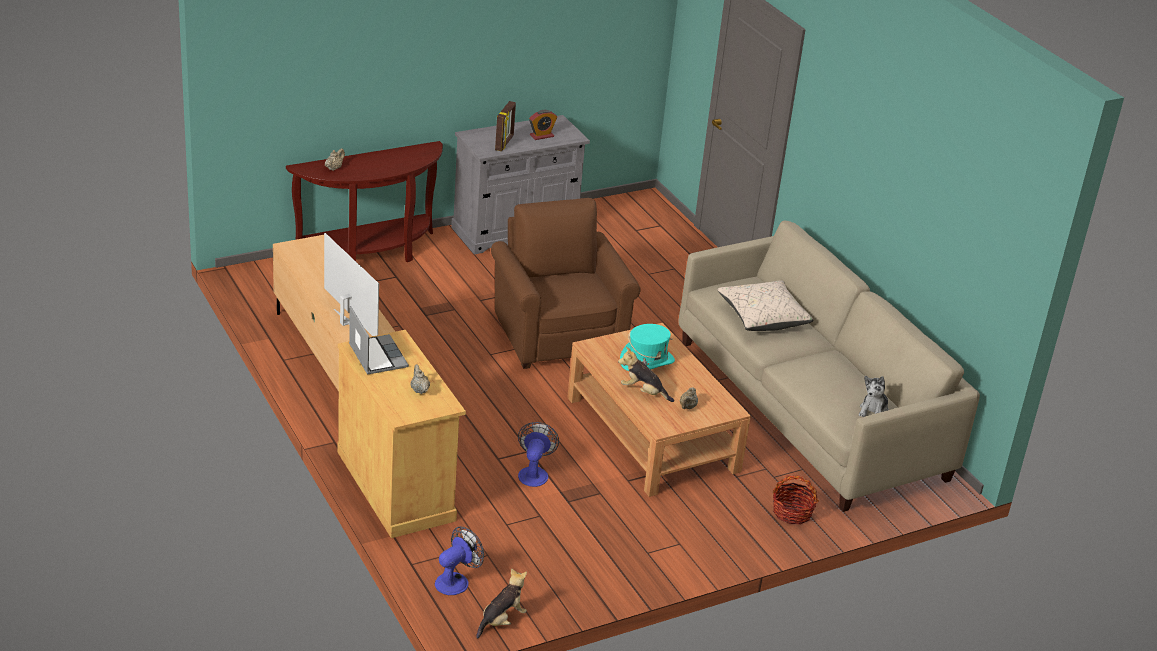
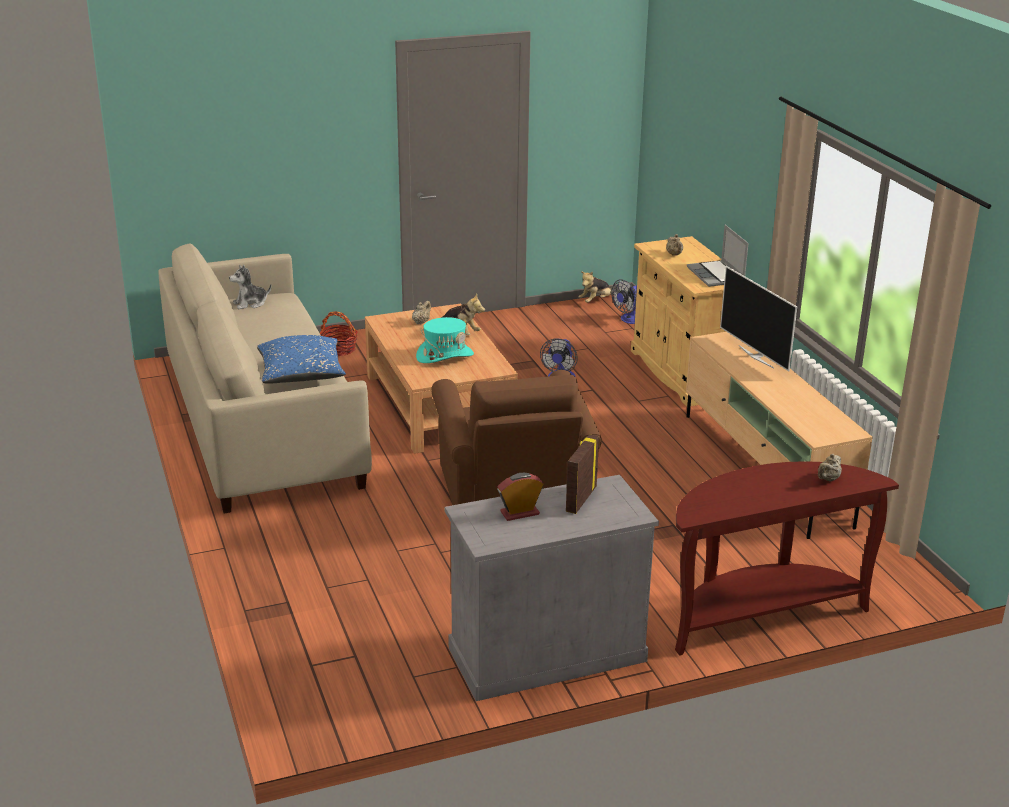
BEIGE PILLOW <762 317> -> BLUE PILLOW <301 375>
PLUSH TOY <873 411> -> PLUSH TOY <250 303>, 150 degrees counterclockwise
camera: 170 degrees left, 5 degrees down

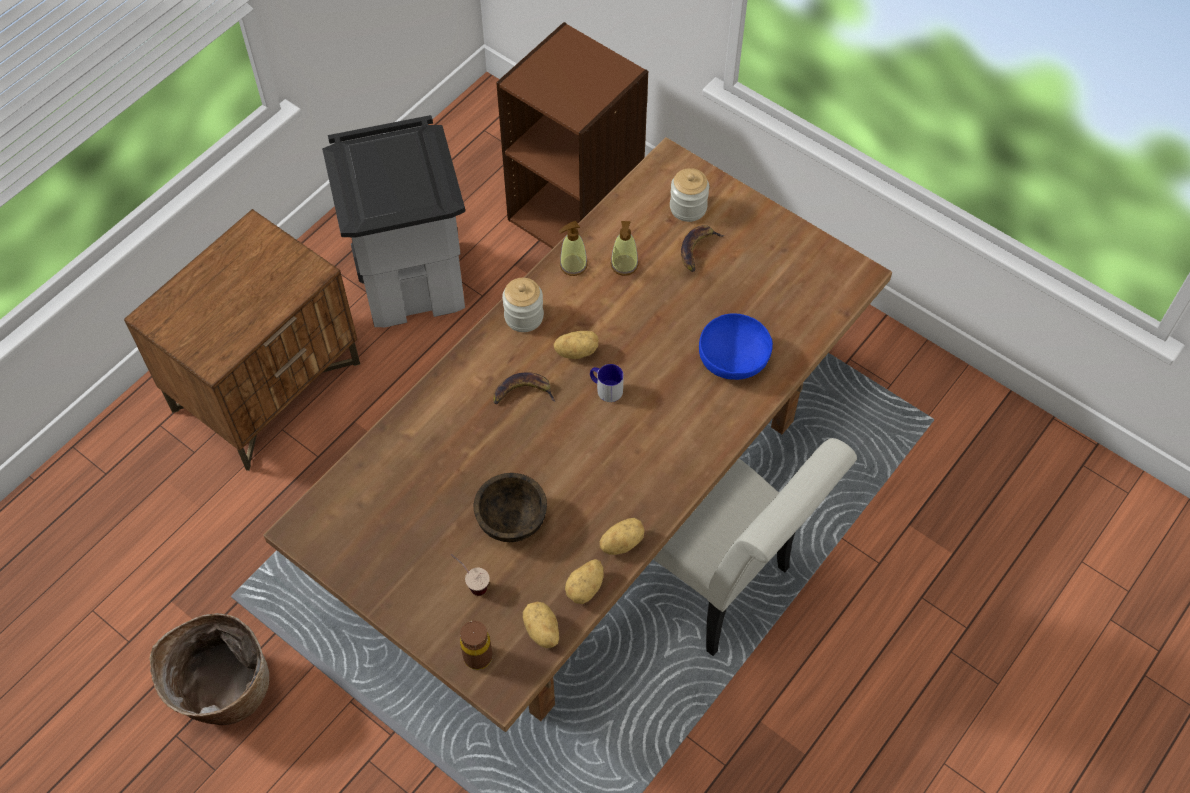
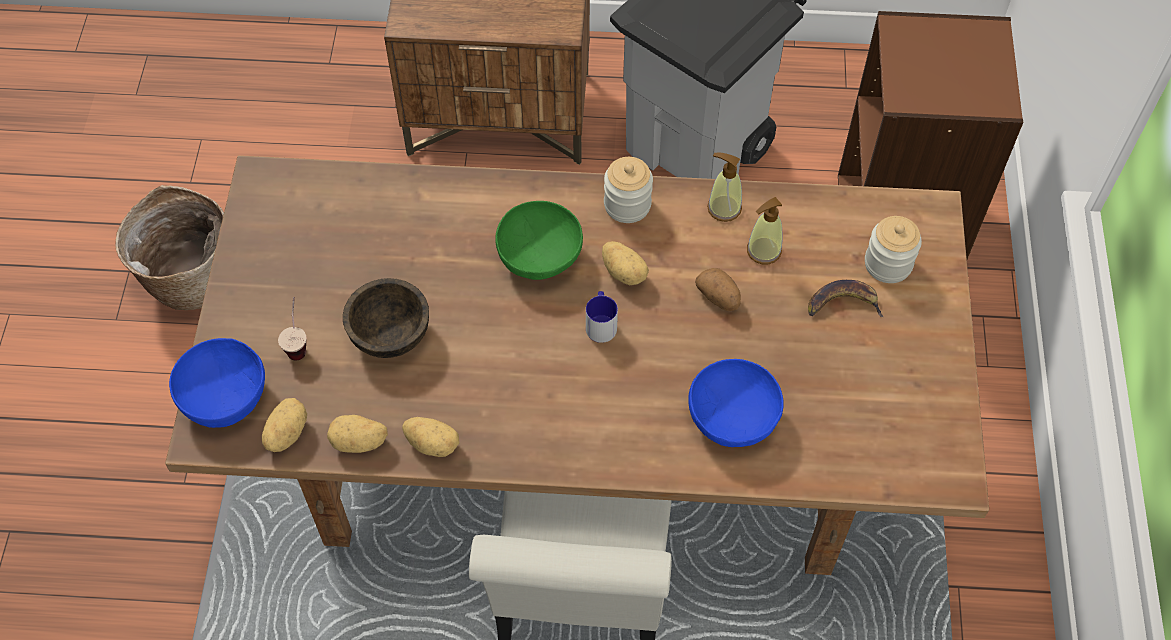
BROWN BOTTLE <478 656> -> BLUE BOWL <224 396>
BANANA <523 392> -> GREEN BOWL <540 257>
none -> POTATO <719 297>
camera: 55 degrees right, 0 degrees up

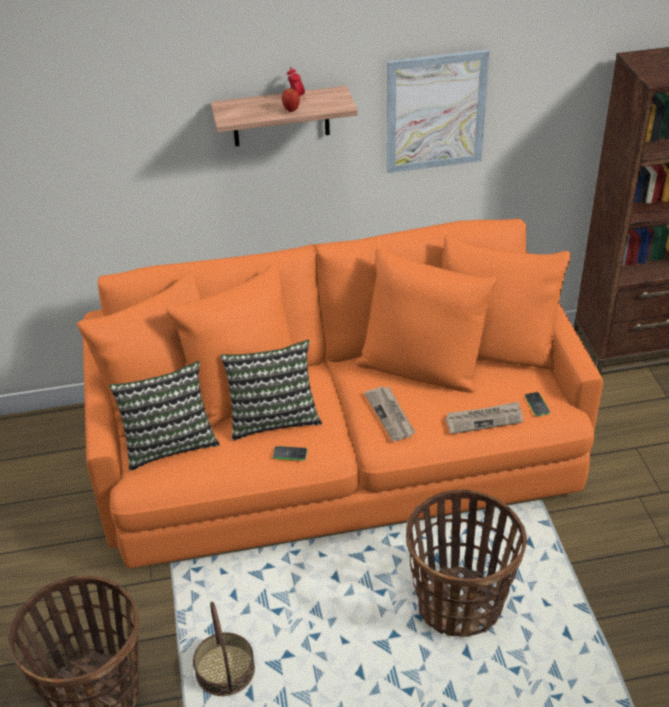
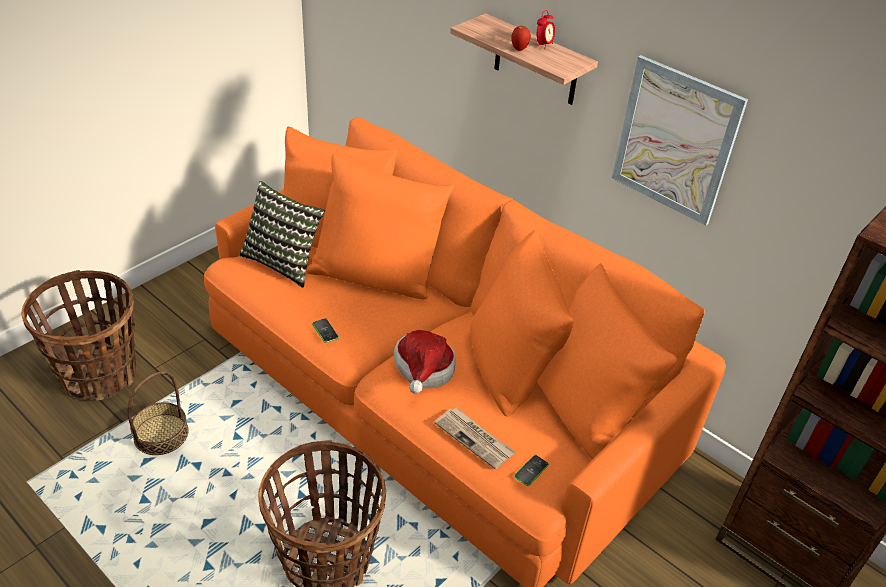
PILLOW <273 417> -> none
NEWSPAPER <390 415> -> HAT <423 371>
camera: 50 degrees right, 0 degrees up

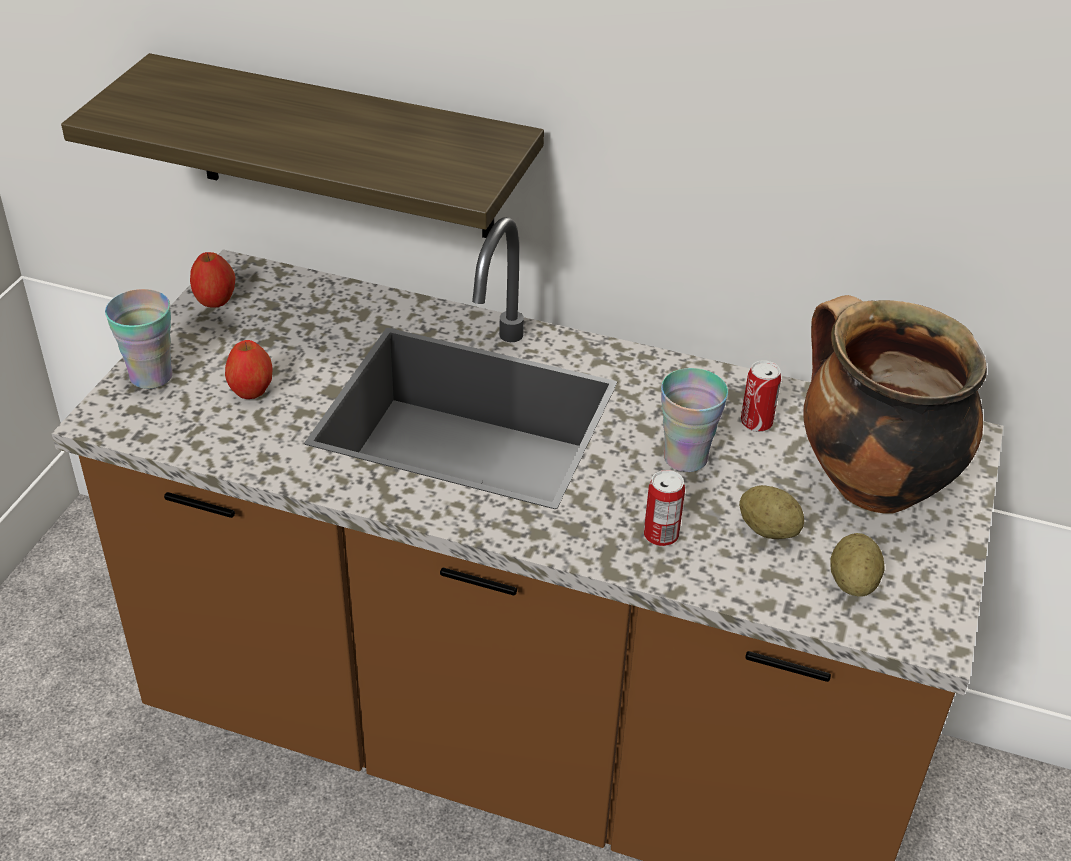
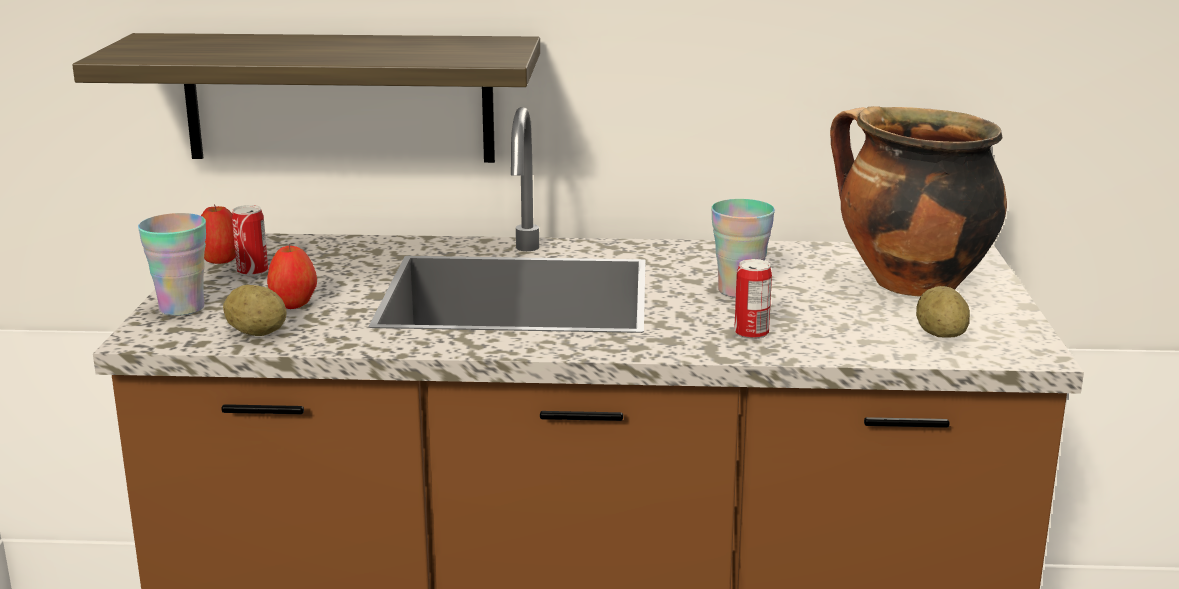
POTATO <768 530> -> POTATO <257 333>, move
CAN <756 422> -> CAN <252 271>, move
camera: 15 degrees left, 20 degrees down

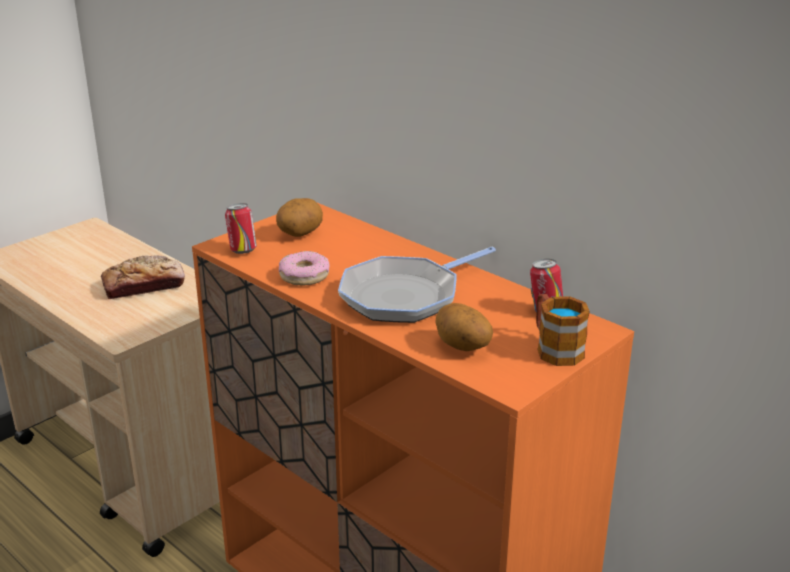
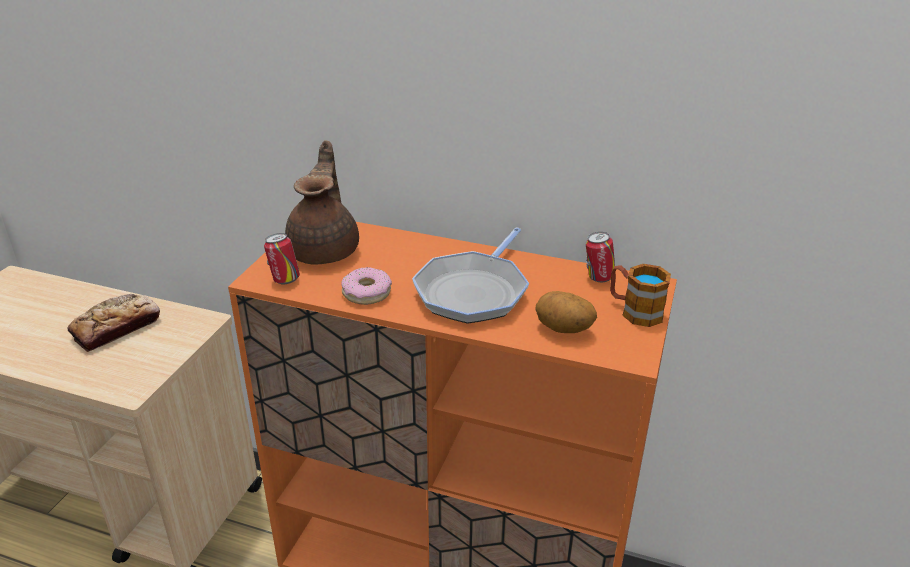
POTATO <300 234> -> BROWN TEAPOT <326 250>
camera: 25 degrees left, 5 degrees up

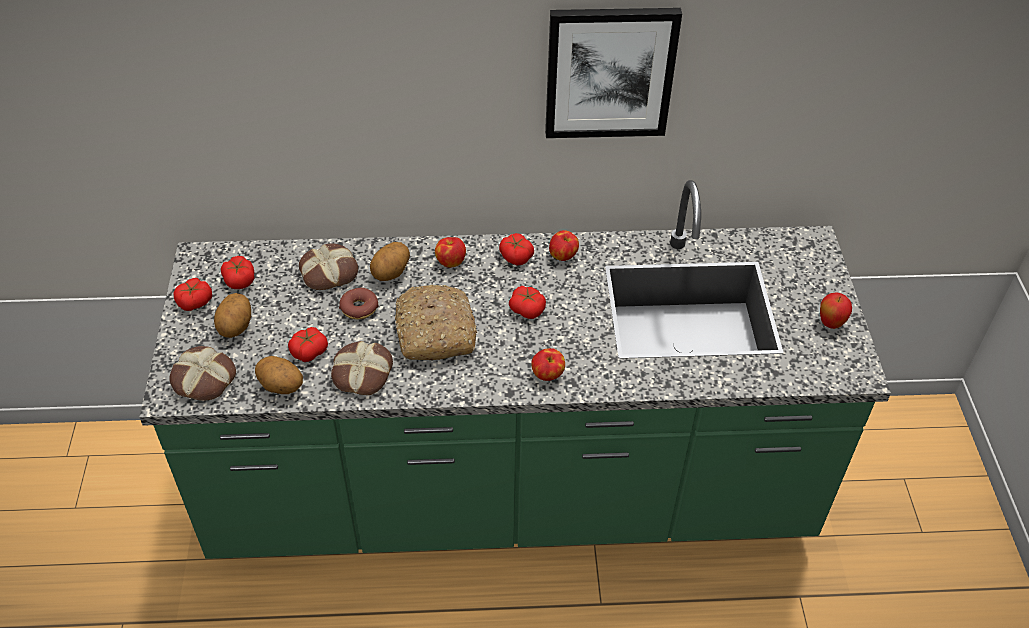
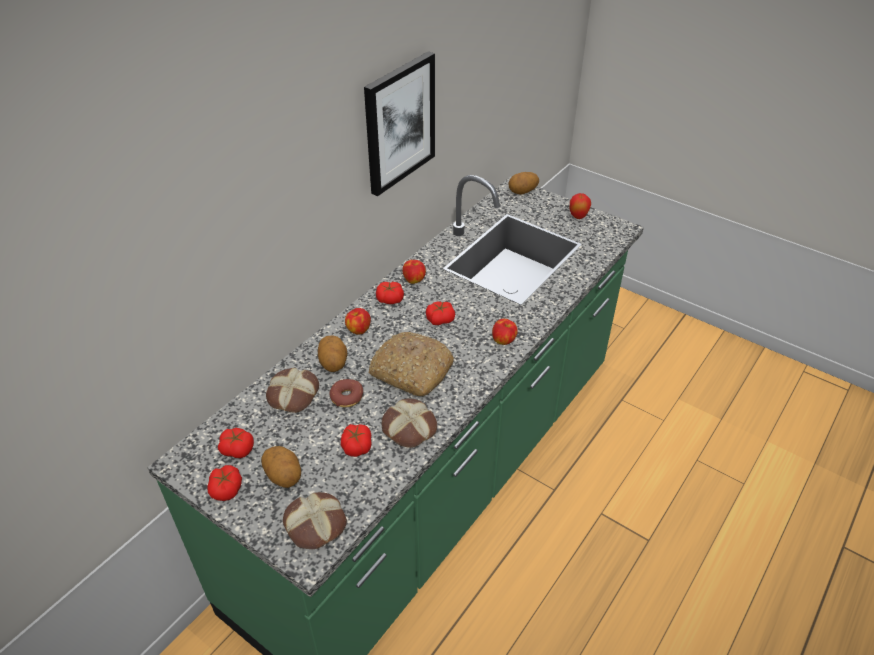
POTATO <281 387> -> POTATO <523 192>, move
camera: 50 degrees left, 5 degrees down

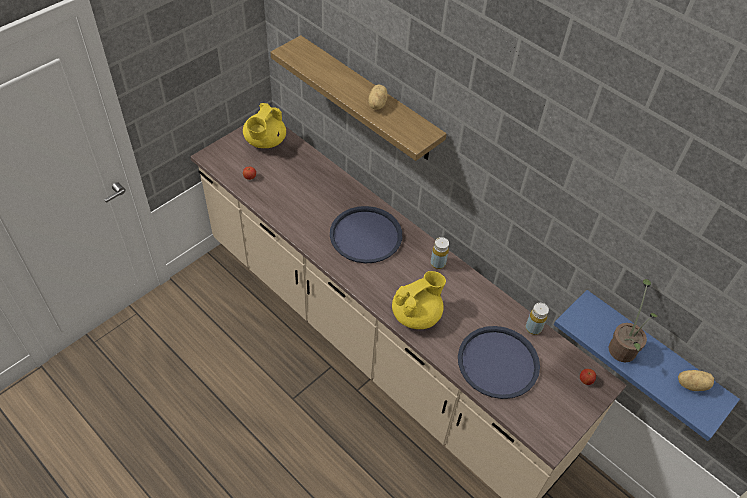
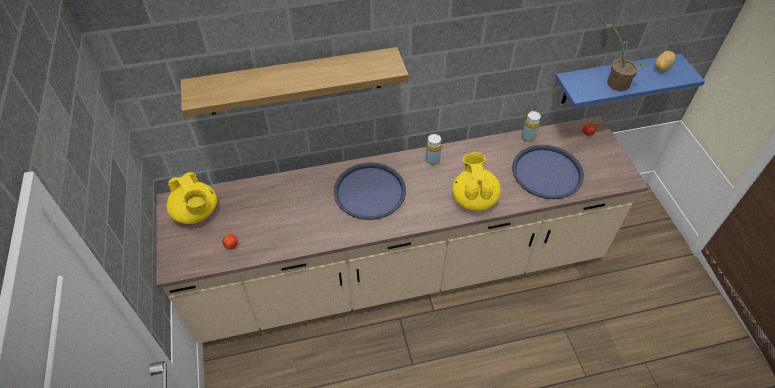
POTATO <376 104> -> none
camera: 55 degrees left, 0 degrees up

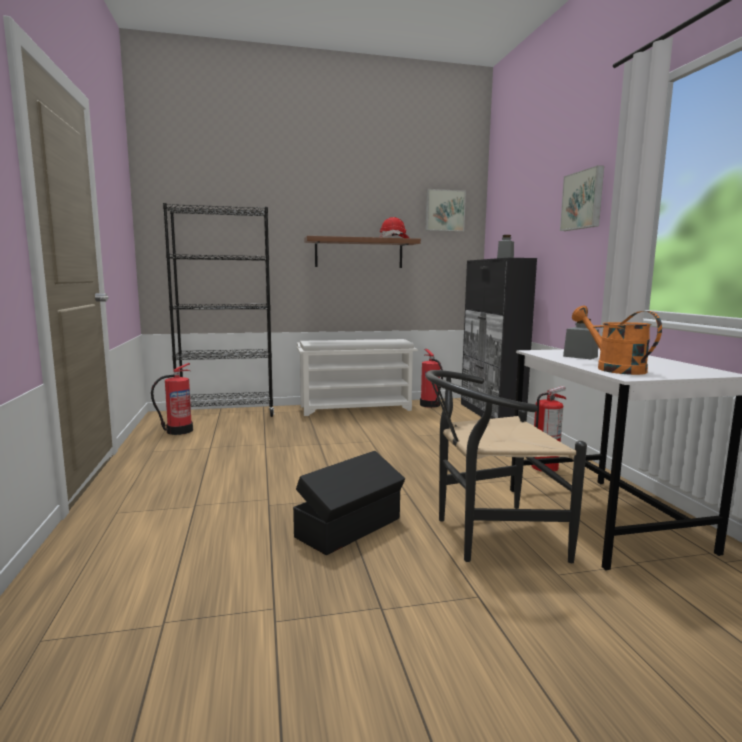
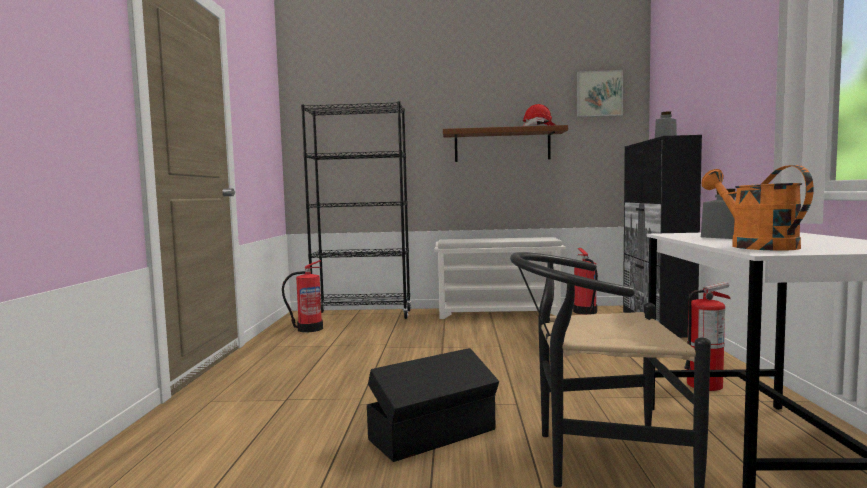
PICTURE <583 200> -> none
camera: 15 degrees right, 5 degrees down

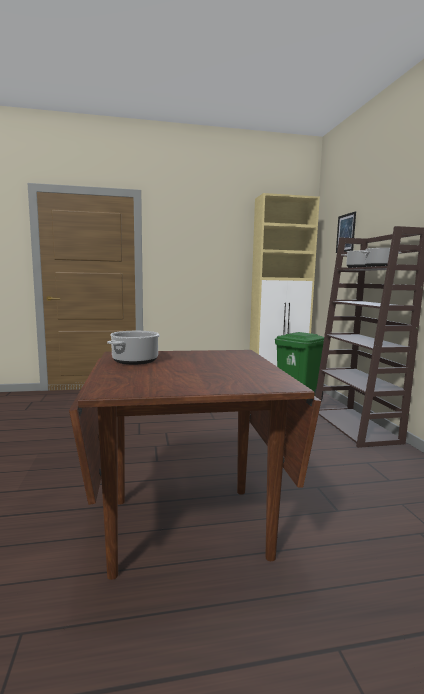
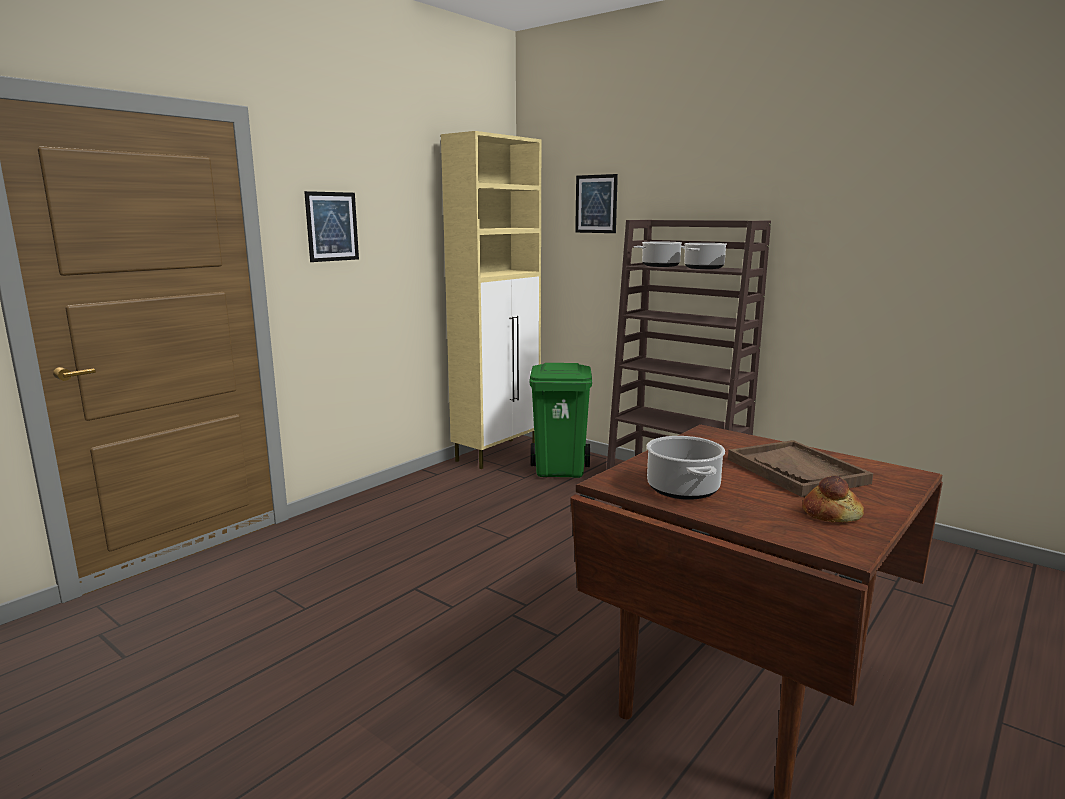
none -> PICTURE <332 226>
none -> BROWN TRAY <796 471>
none -> BREAD <831 514>
camera: 40 degrees left, 5 degrees up

